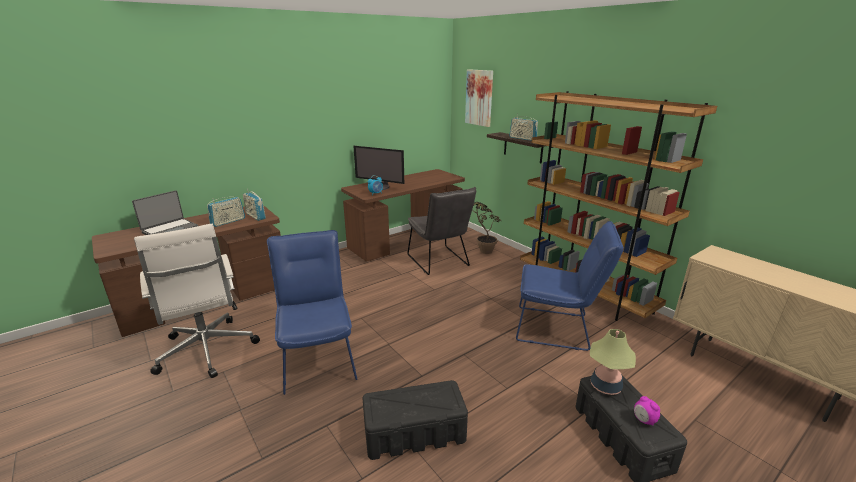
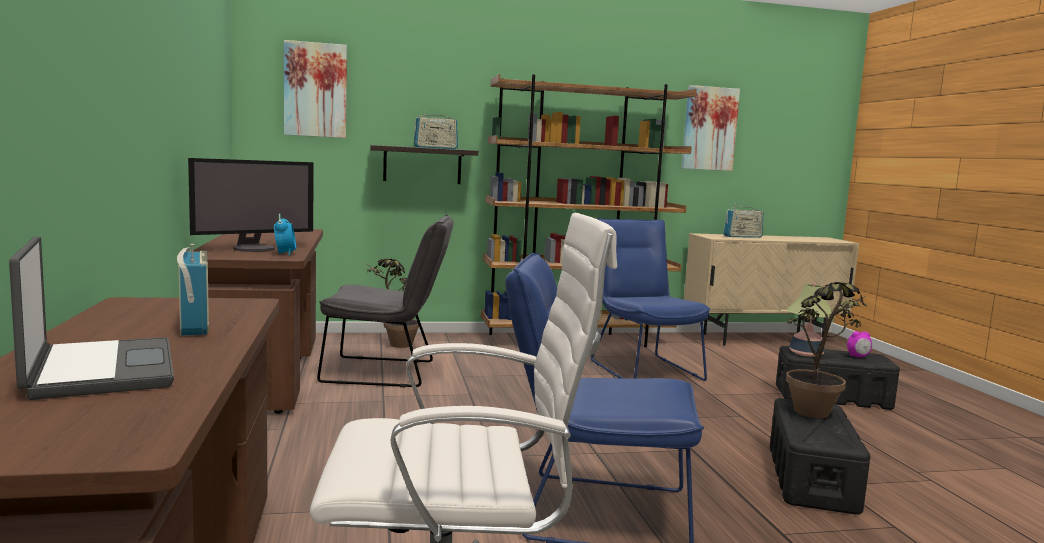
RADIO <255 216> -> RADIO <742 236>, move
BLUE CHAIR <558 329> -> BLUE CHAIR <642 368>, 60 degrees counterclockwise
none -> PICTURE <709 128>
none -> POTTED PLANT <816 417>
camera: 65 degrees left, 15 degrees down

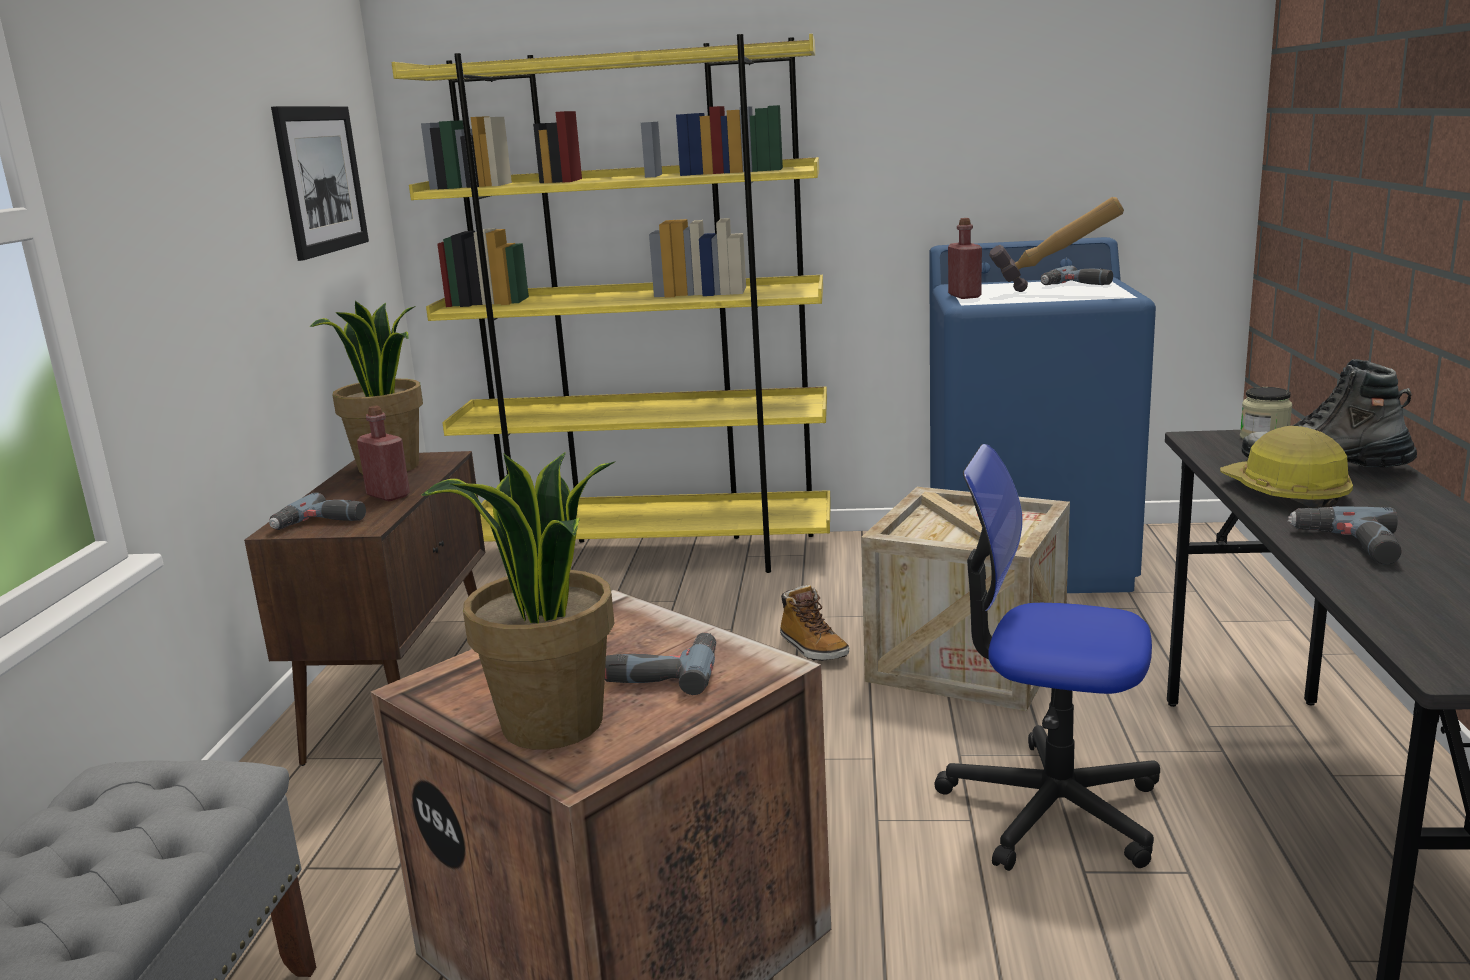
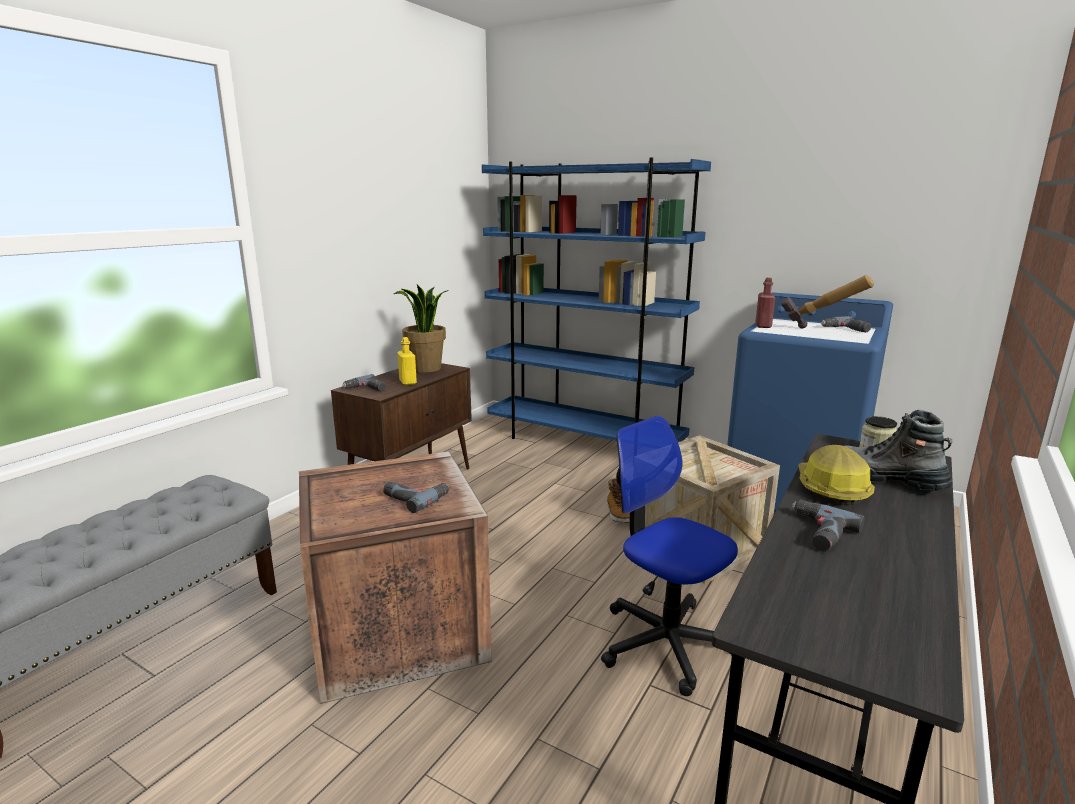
PICTURE <321 180> -> none
RED BOTTLE <388 495> -> YELLOW BOTTLE <408 382>
YELLOW BOOKCASE <653 556> -> BLUE BOOKCASE <584 443>
POTTED PLANT <553 725> -> none
camera: 25 degrees right, 0 degrees up

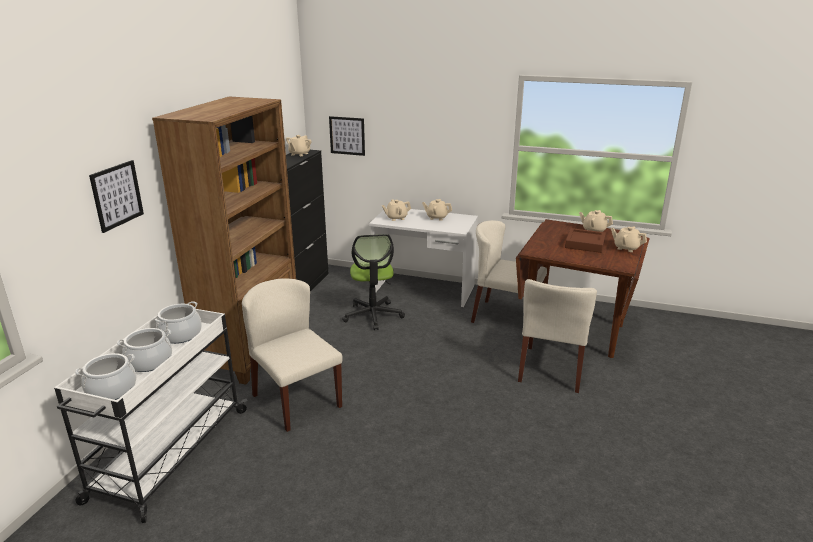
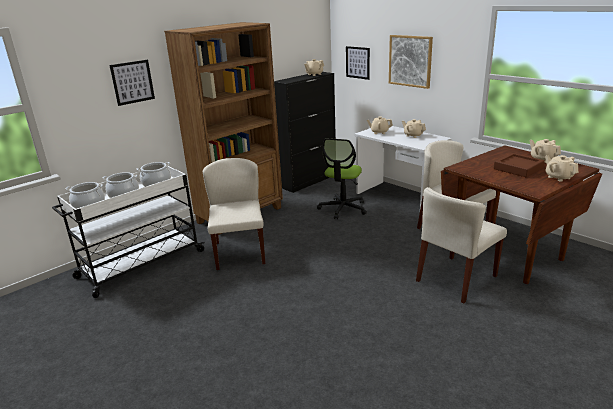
none -> PICTURE <410 61>
camera: 30 degrees right, 0 degrees up

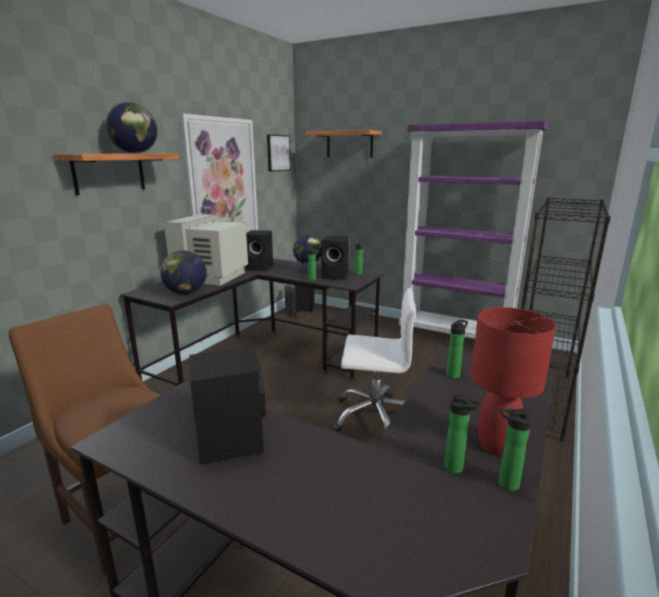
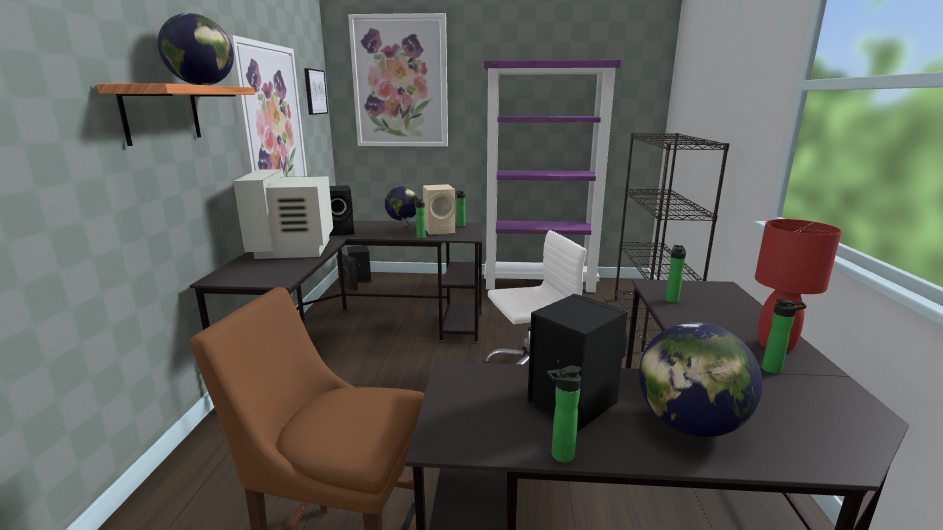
GLOBE <186 293> -> GLOBE <689 425>, move
SHELF <349 144> -> PICTURE <400 82>
BLACK SPEAKER <336 276> -> BEIGE SPEAKER <440 230>
BOTTLE <505 484> -> BOTTLE <559 456>, move
camera: 25 degrees left, 0 degrees up

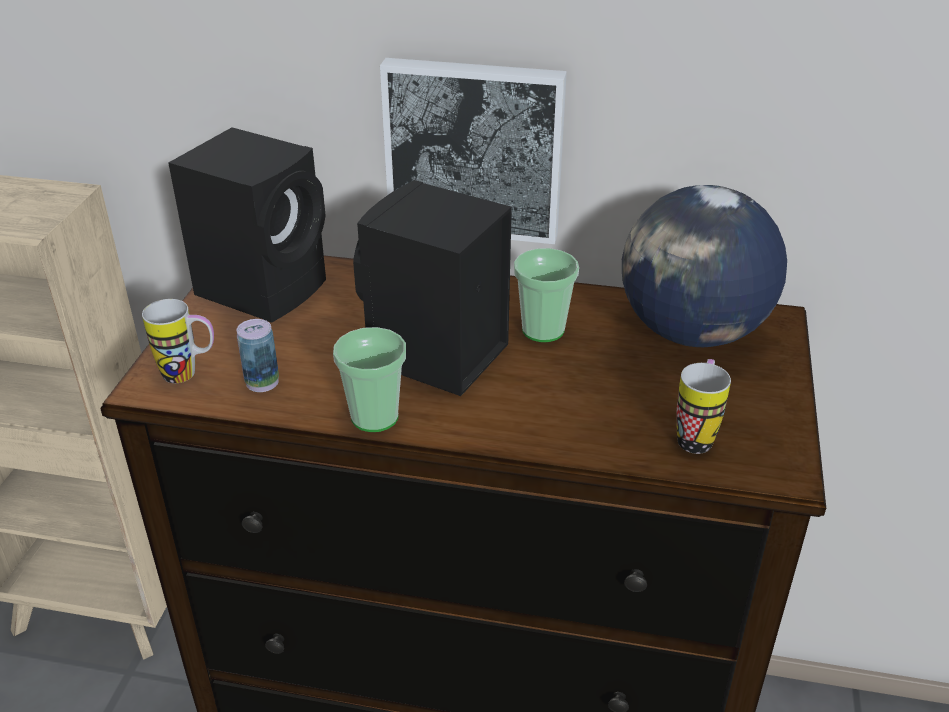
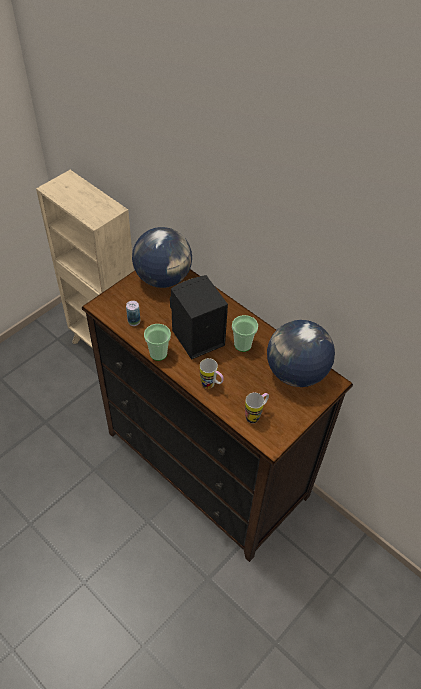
MUG <189 374> -> MUG <211 386>, move
BLACK SPEAKER <265 286> -> GLOBE <163 278>
PICTURE <474 149> -> none
camera: 30 degrees right, 15 degrees up

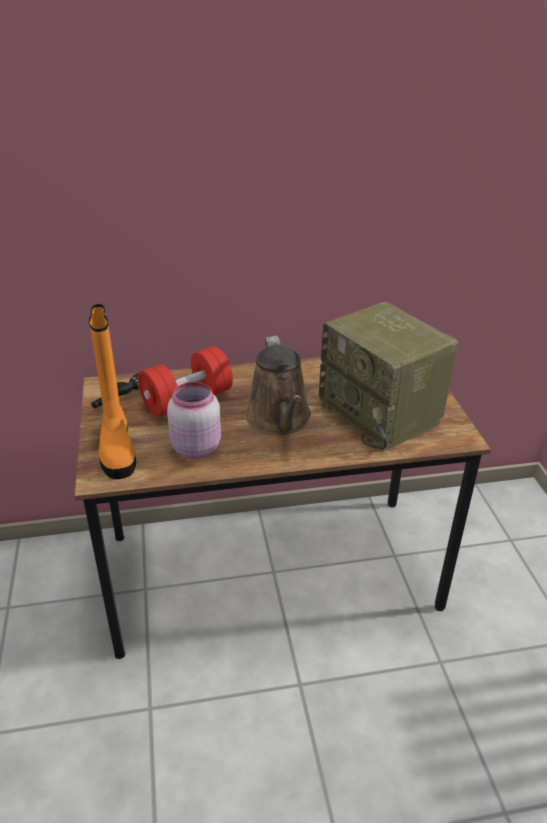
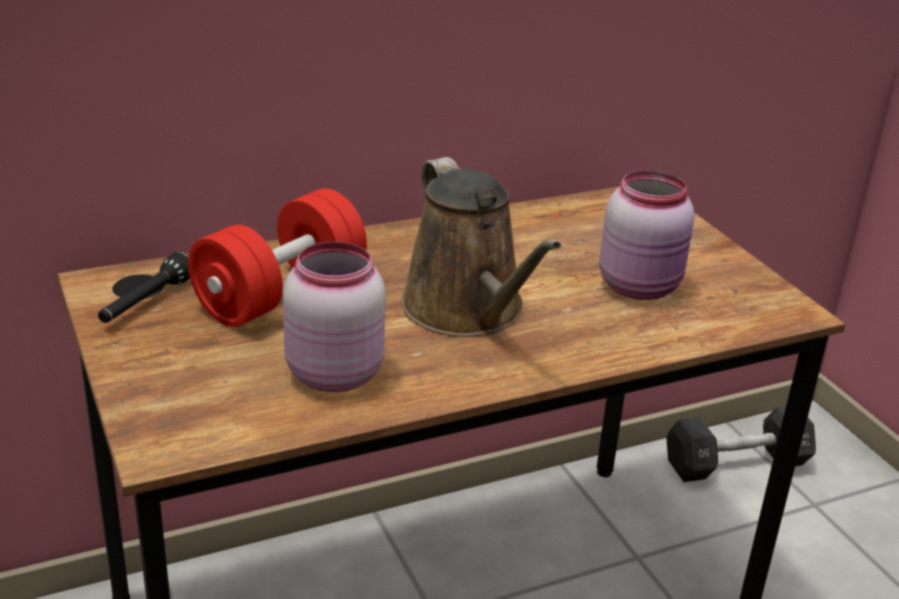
ORANGE BOOT <117 448> -> none
RADIO <381 414> -> PINK JAR <641 286>
none -> BLACK DUMBBELL <736 464>
camera: 15 degrees left, 5 degrees down

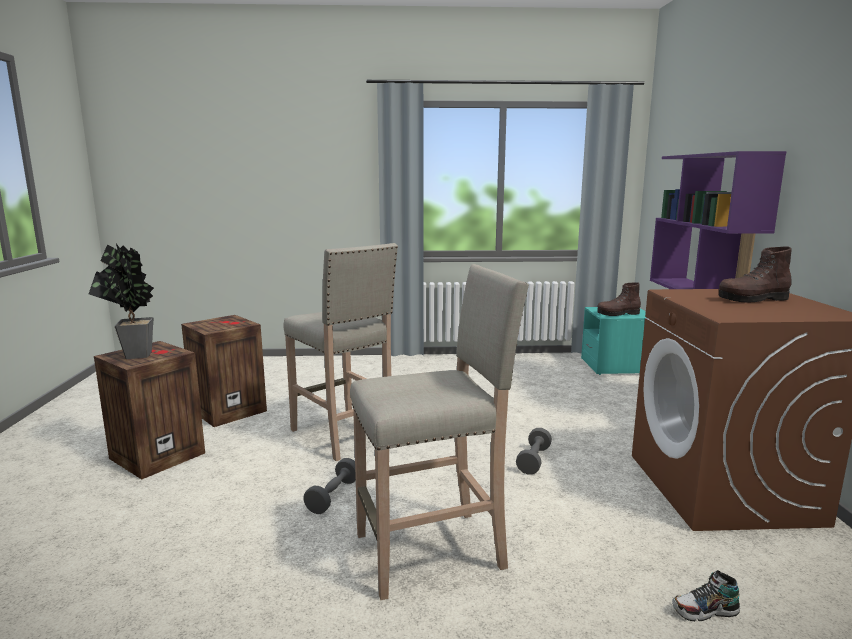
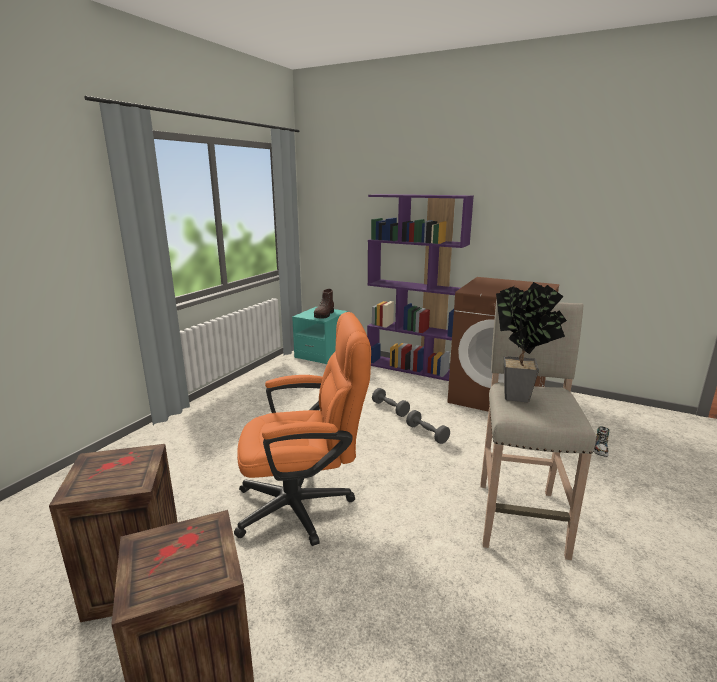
POTTED PLANT <135 356> -> POTTED PLANT <521 398>, move
BEIGE STOOL <343 436> -> ORANGE OFFICE CHAIR <305 505>
GREY DUMBBELL <333 496> -> GREY DUMBBELL <390 409>, move
BROWN BOOT <753 299> -> none
camera: 60 degrees left, 5 degrees up

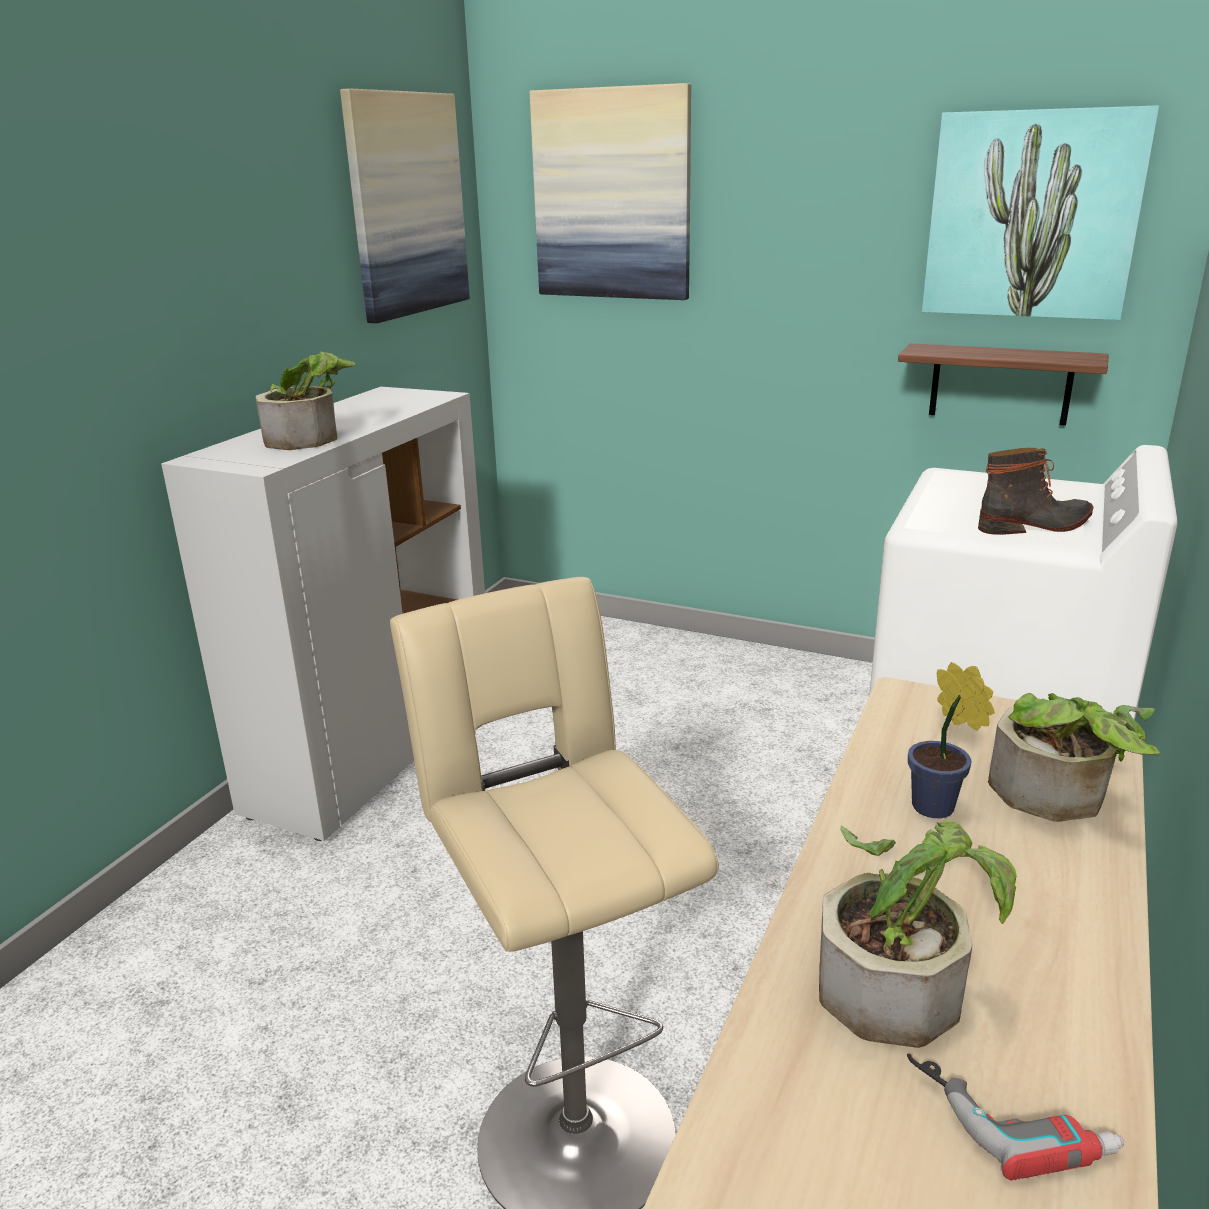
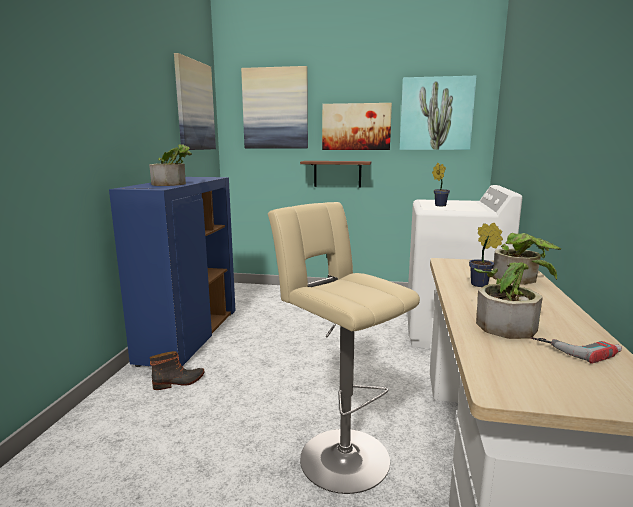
WHITE CABINET <376 751> -> BLUE CABINET <189 336>
SHELF <1000 384> -> SHELF <337 174>, move
BOOT <1035 525> -> BOOT <179 382>, move
none -> PICTURE <356 127>
none -> POTTED PLANT <439 205>
camera: 15 degrees left, 10 degrees down

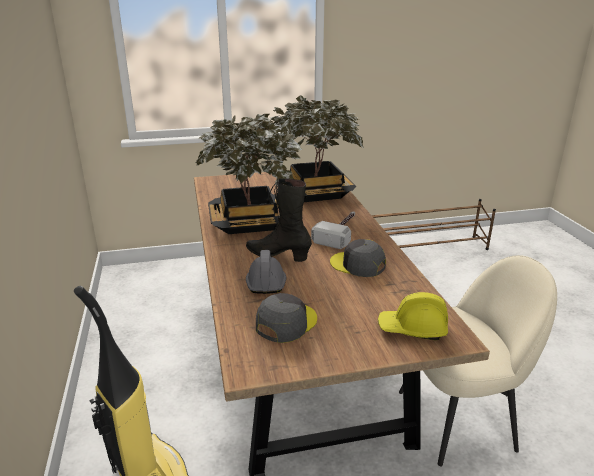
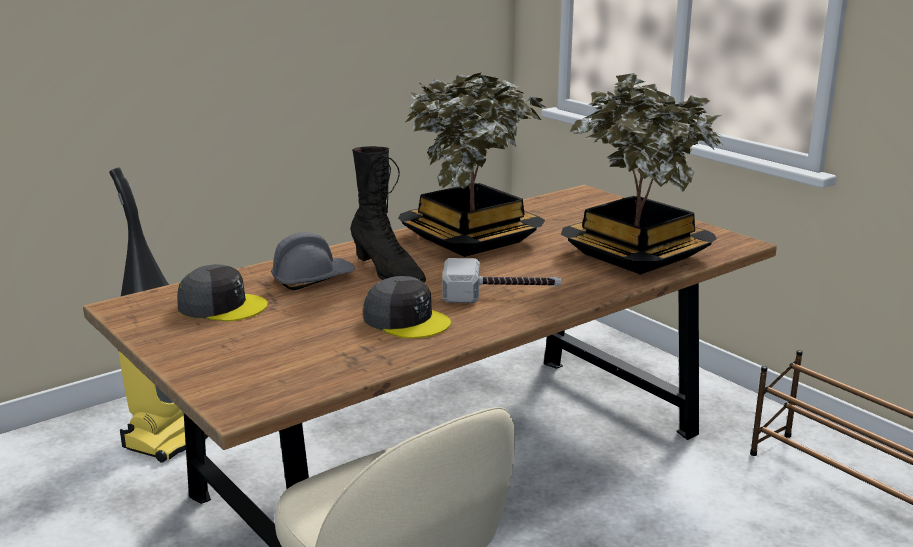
BLACK BOOT <278 256> -> BLACK BOOT <387 272>, 135 degrees clockwise
GREY CAP <358 265> -> GREY CAP <406 320>, 120 degrees clockwise
YELLOW HARD HAT <412 329> -> none
camera: 65 degrees right, 5 degrees down

